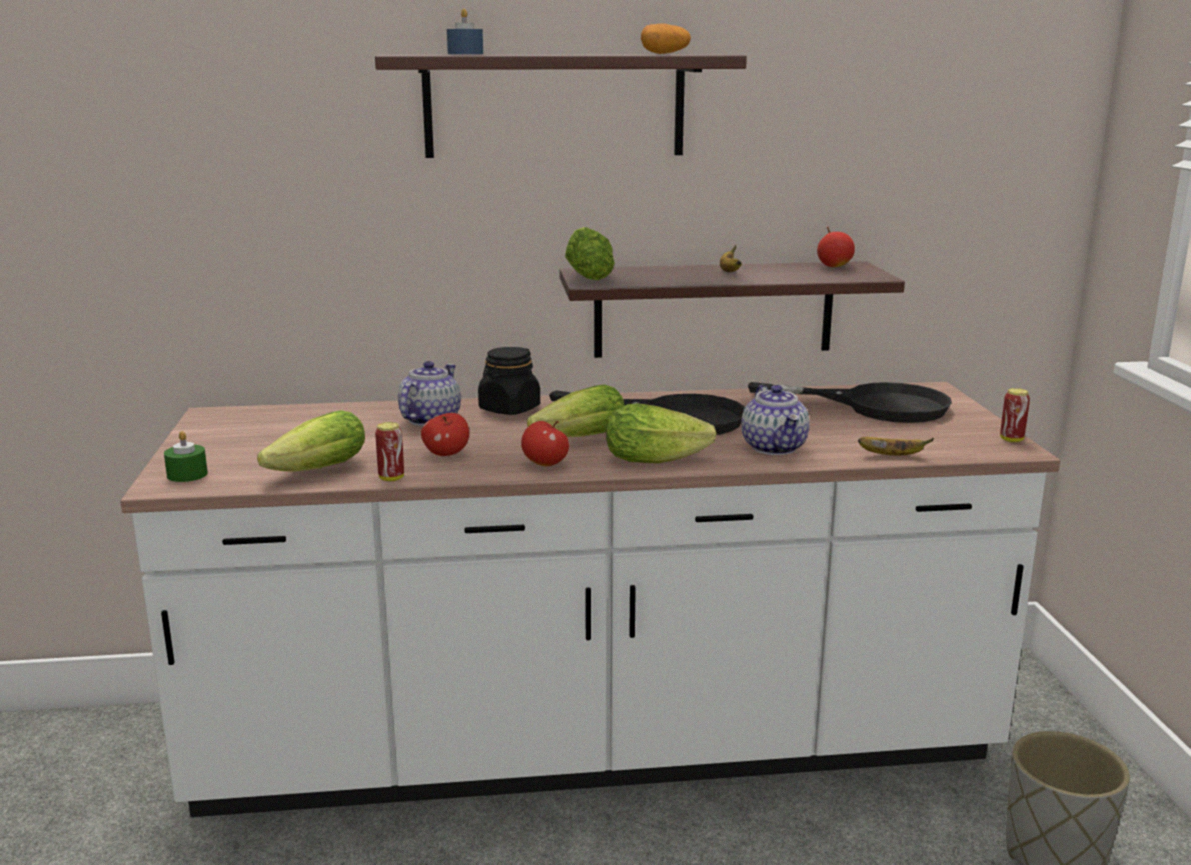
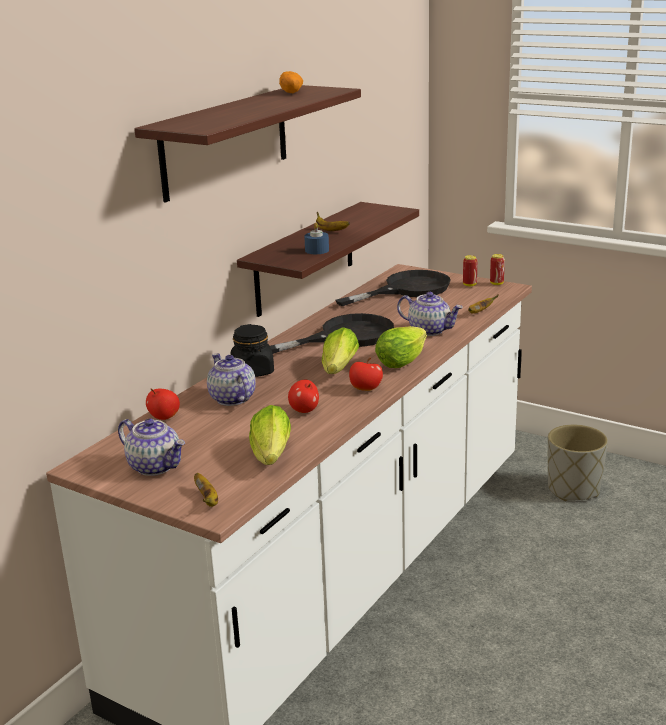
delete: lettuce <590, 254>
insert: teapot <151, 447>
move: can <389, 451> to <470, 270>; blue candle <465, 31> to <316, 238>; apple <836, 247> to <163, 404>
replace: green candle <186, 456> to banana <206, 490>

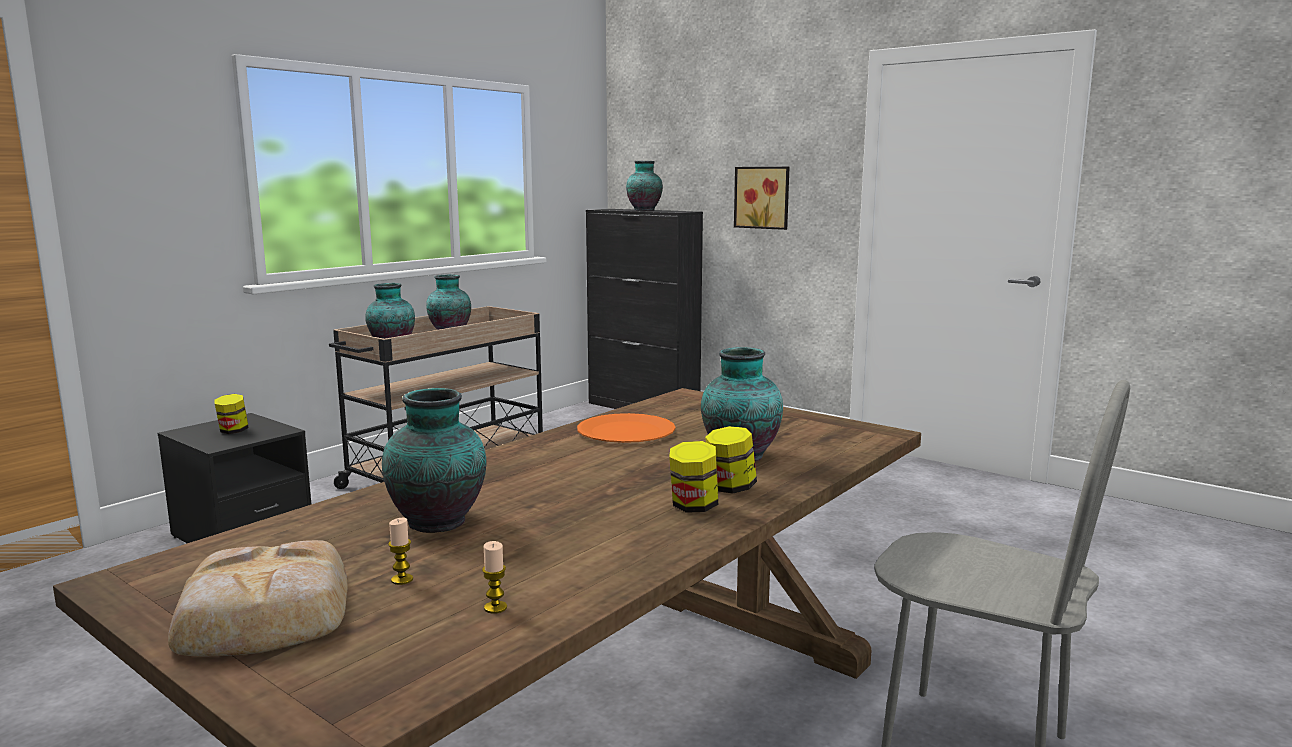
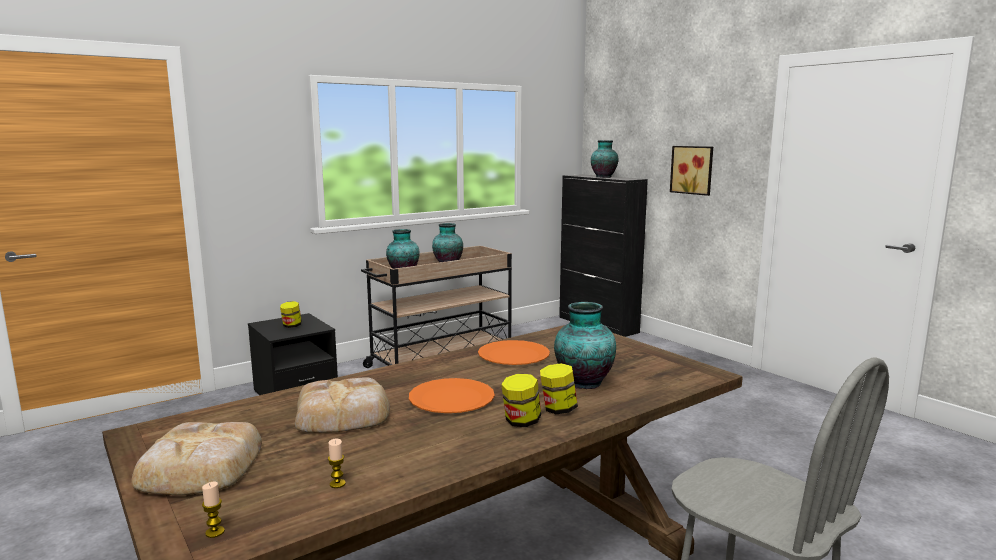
insert: orange plate <452, 395>
move: candle <400, 551> to <213, 510>
replace: vase <434, 460> to bread <342, 405>

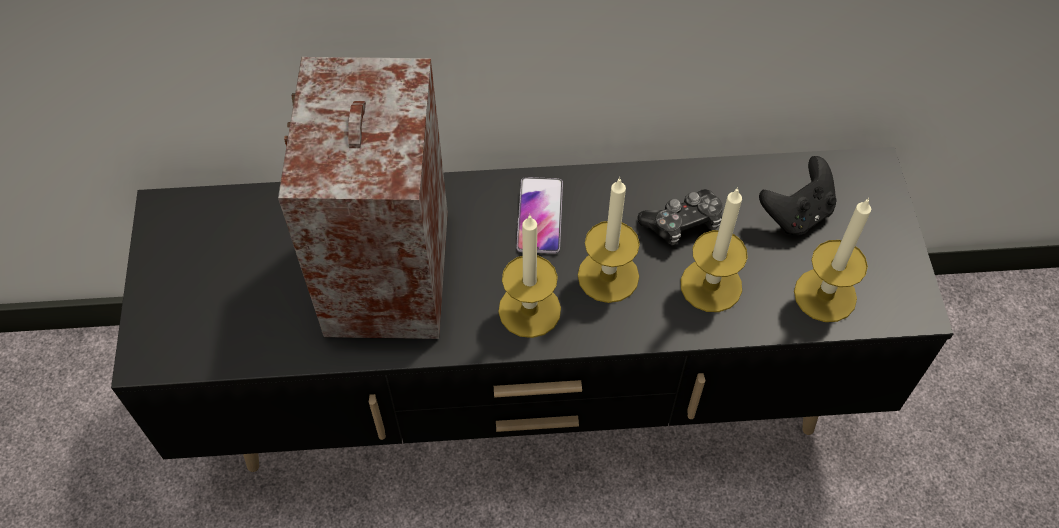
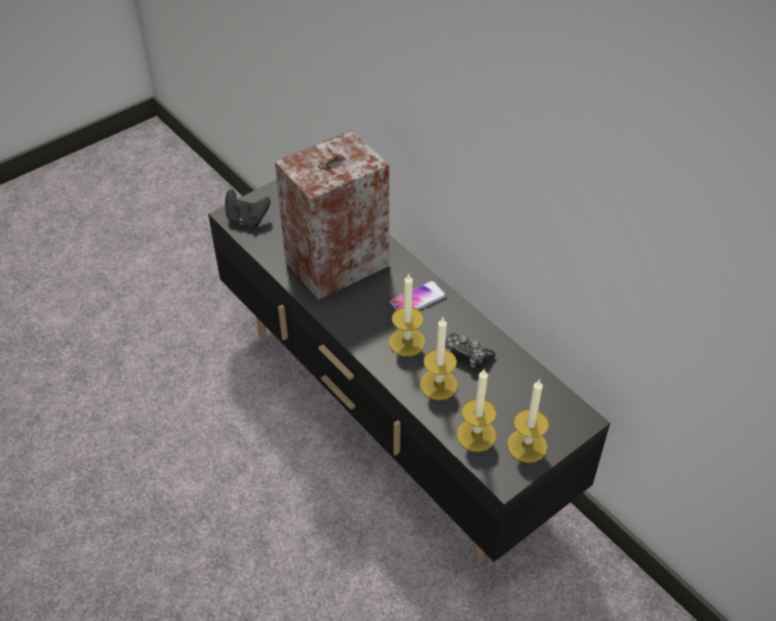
move: candle <529, 276> to <528, 421>; black game controller <798, 195> to <247, 207>

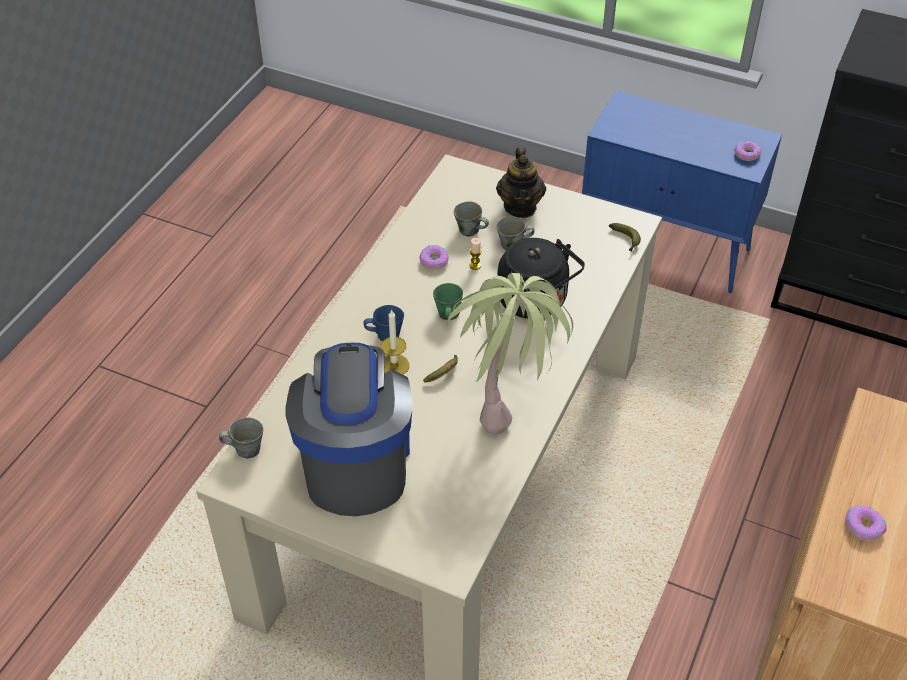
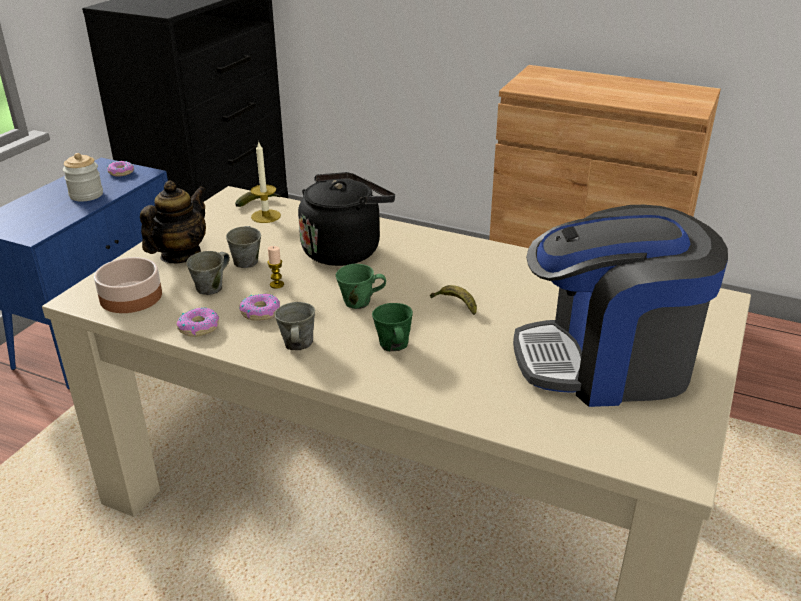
delete: potted plant <510, 353>
insert: jar <83, 177>; bowl <128, 285>
move: grey mug <241, 438> to <295, 326>; candle <395, 342> to <265, 182>; donut <865, 523> to <198, 322>
recolor: blue mug <383, 323> to green mug <392, 327>
rotate: teapot <521, 182> = <173, 221> 60 degrees counterclockwise

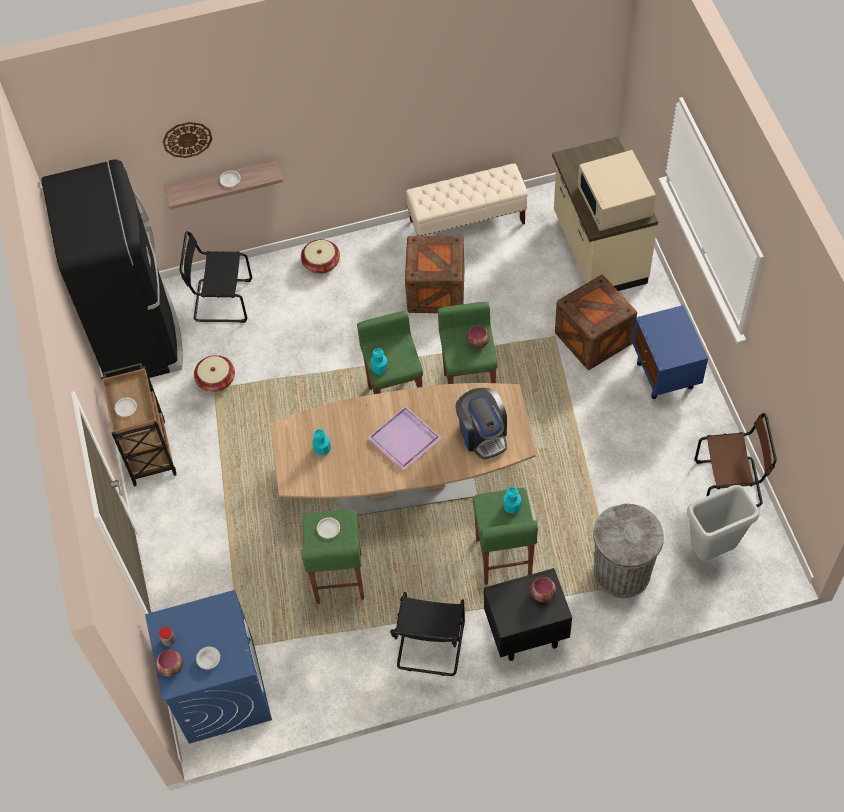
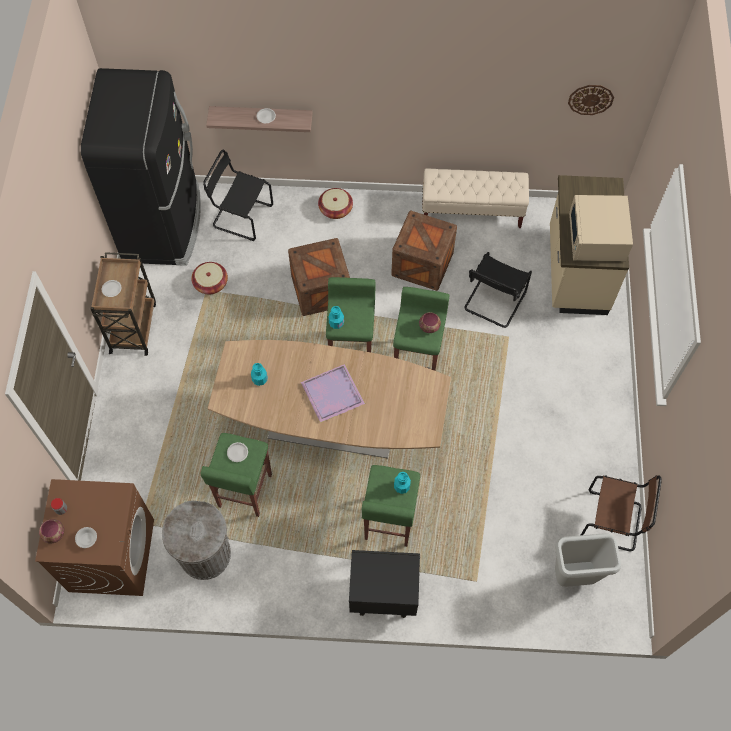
delete: coffee machine <481, 424>; bowl <543, 589>; blue nightstand <670, 352>
move: wall clock <187, 140> to <591, 100>; black chair <427, 634> to <498, 290>; crate <596, 322> to <319, 277>; grey trash can <628, 551> to <196, 540>
recolor: blue washing machine <208, 667> to brown washing machine <94, 537>

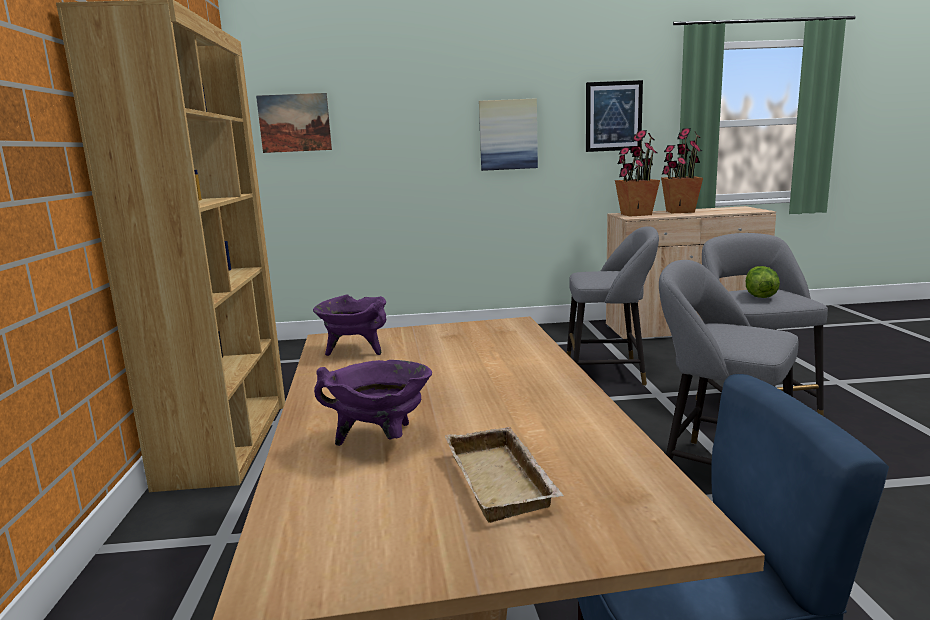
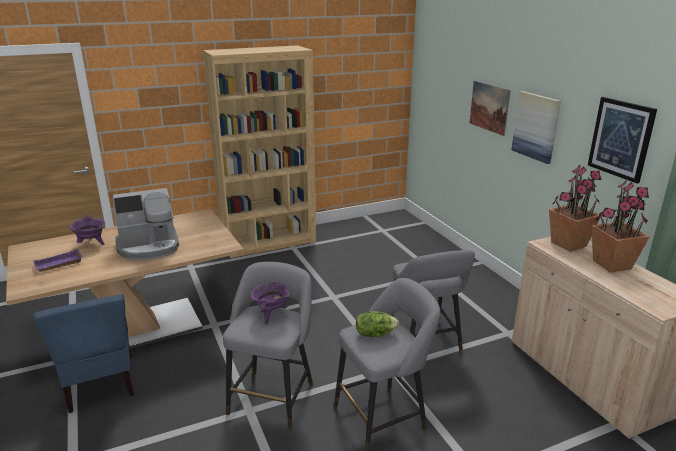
insert: coffee machine <146, 224>
move: picture <294, 123> to <490, 108>; purple cooking pot <350, 325> to <270, 303>
recolor: beige tray <504, 475> to purple tray <57, 260>

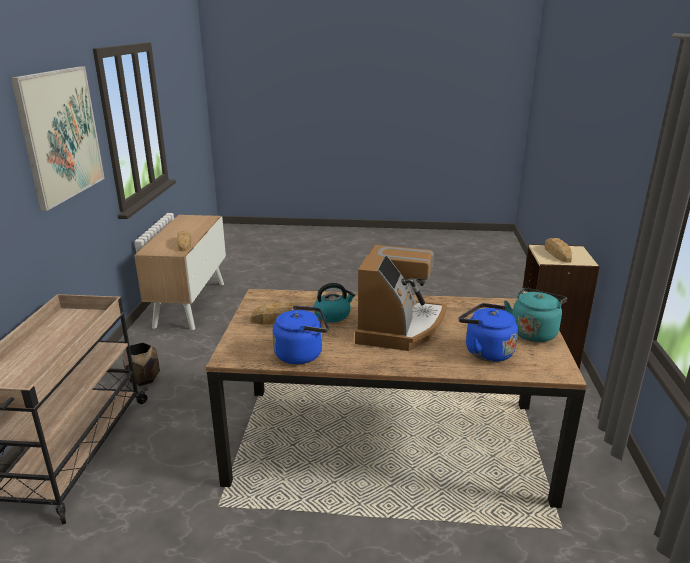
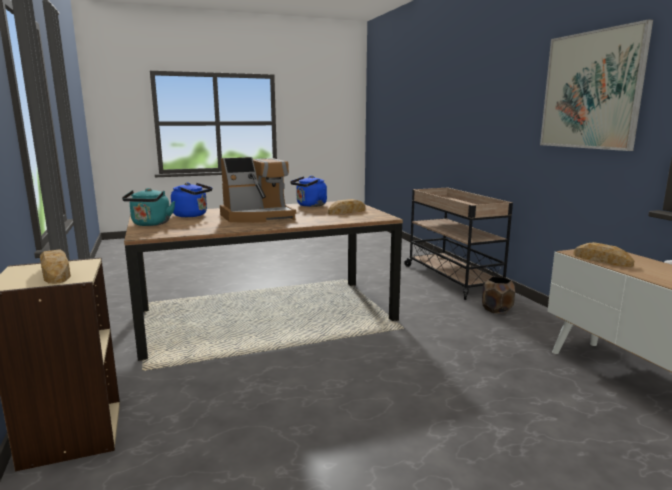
delete: kettle <334, 302>
rotate: coffee machine <401, 298> = <258, 190> 105 degrees counterclockwise

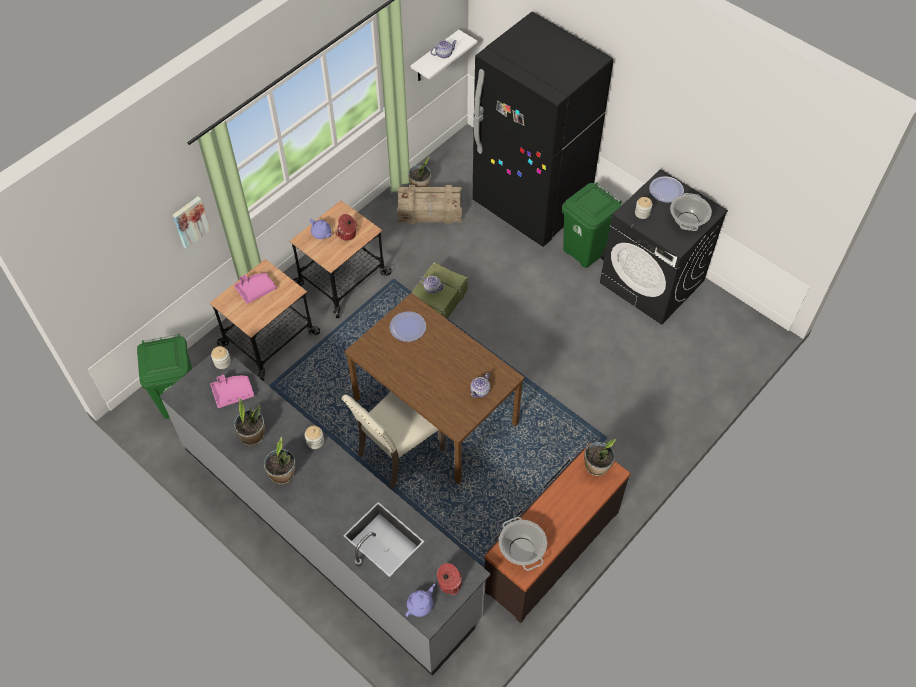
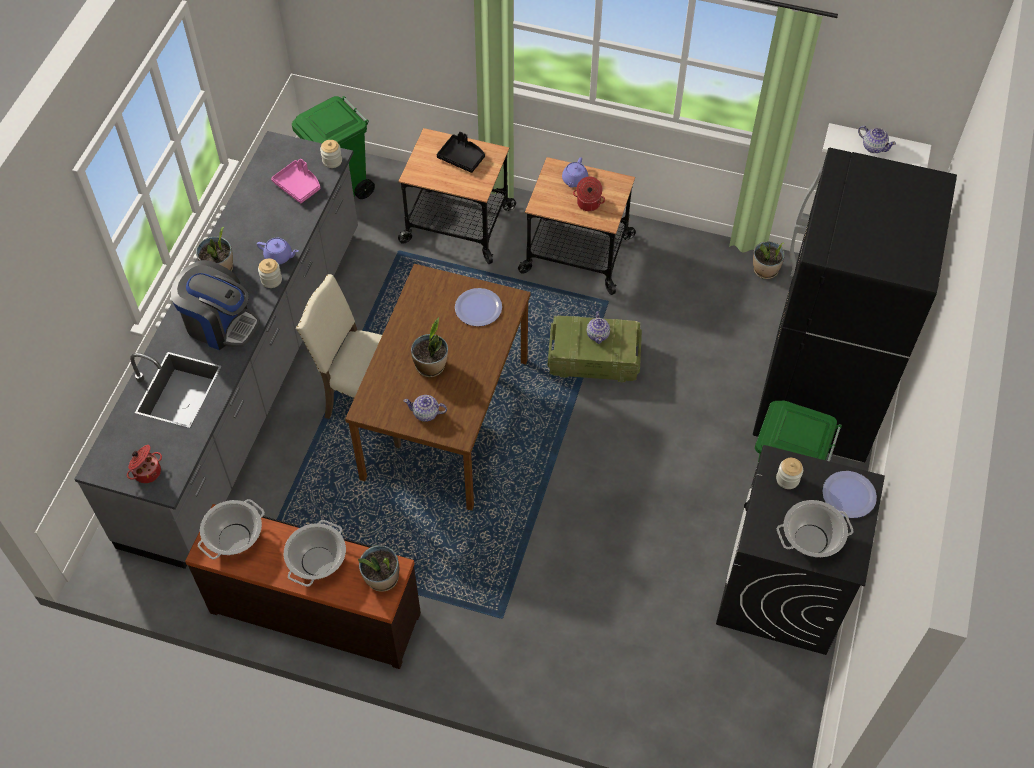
delete: picture <192, 222>; crate <429, 204>
insert: coffee machine <215, 305>; cooking pot <315, 553>
move: potted plant <249, 421> to <429, 347>; purple teapot <420, 600> to <278, 251>
recolor: pink tray <255, 288> to black tray <461, 152>

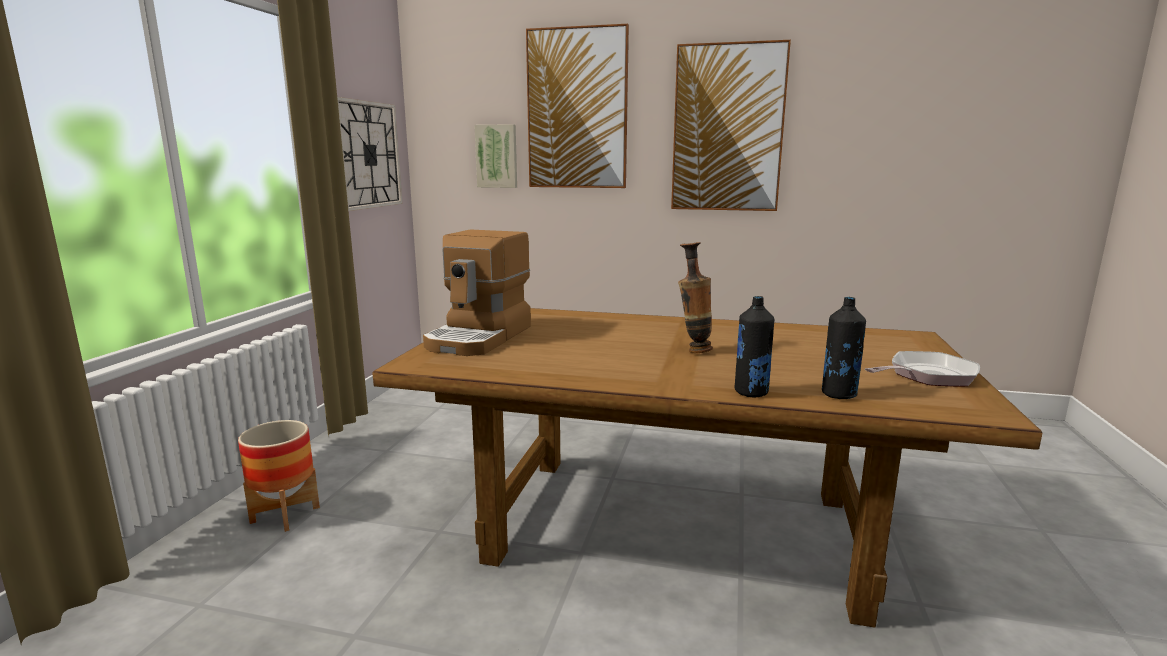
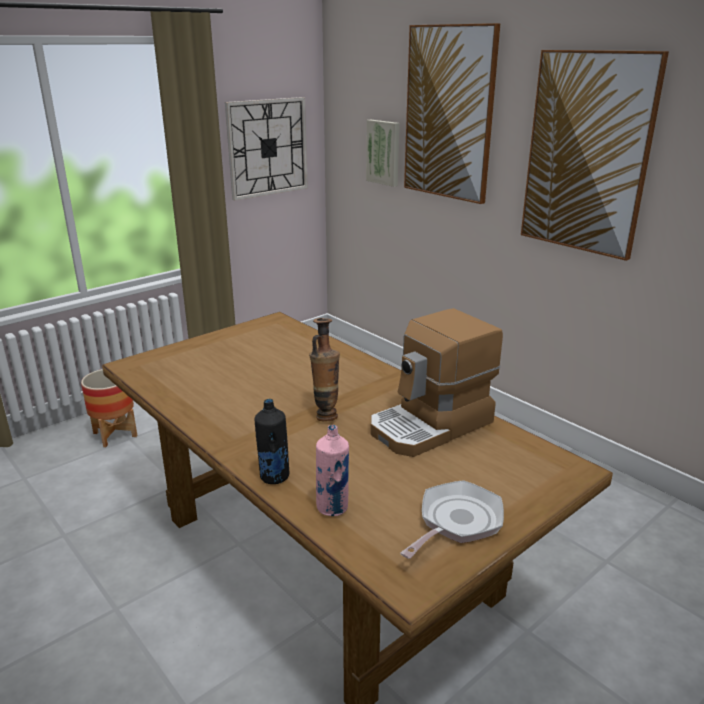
move: coffee machine <477, 293> to <437, 382>
recolor: black bottle <844, 348> to pink bottle <332, 470>
rotate: frying pan <922, 368> = <452, 519> 60 degrees counterclockwise

